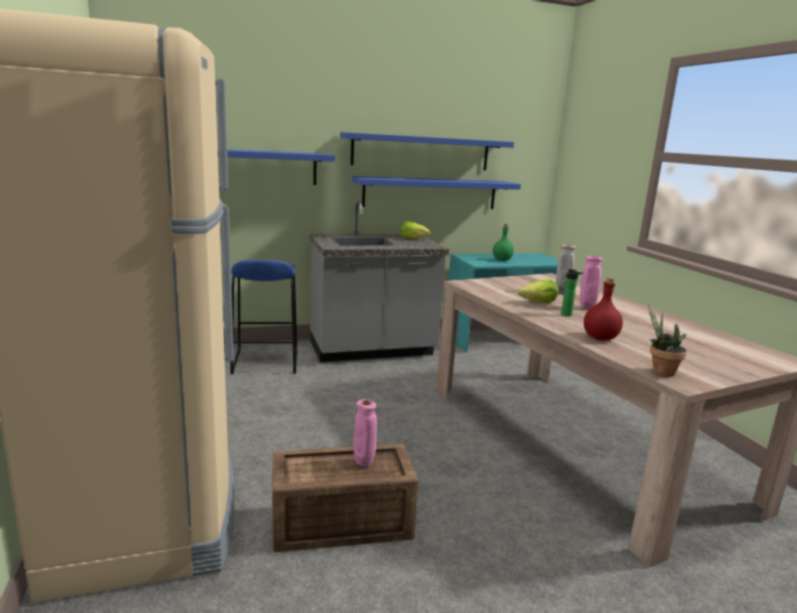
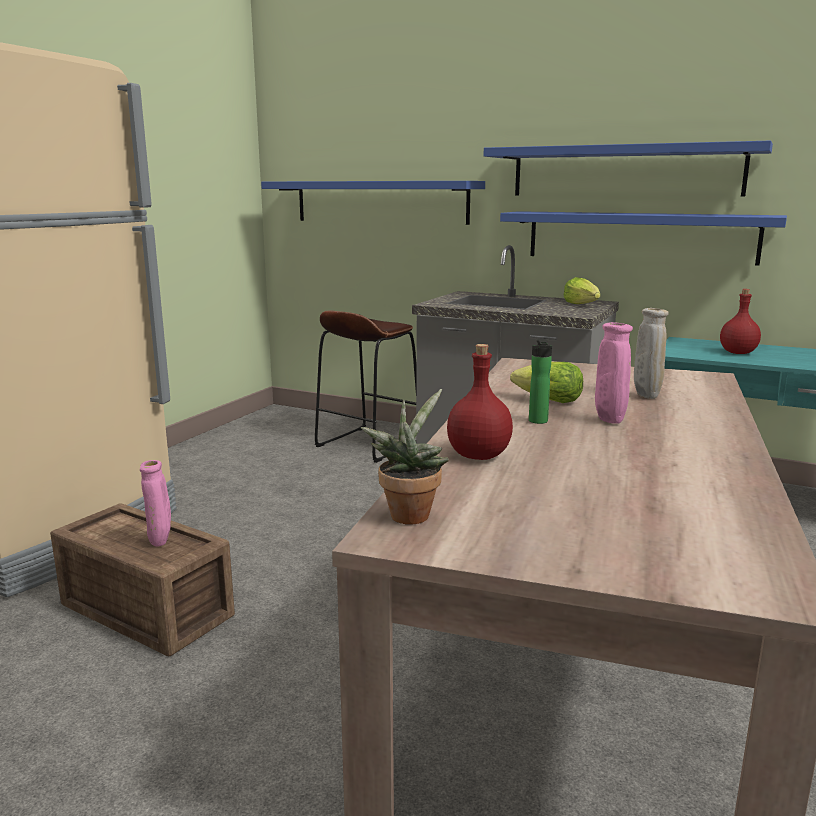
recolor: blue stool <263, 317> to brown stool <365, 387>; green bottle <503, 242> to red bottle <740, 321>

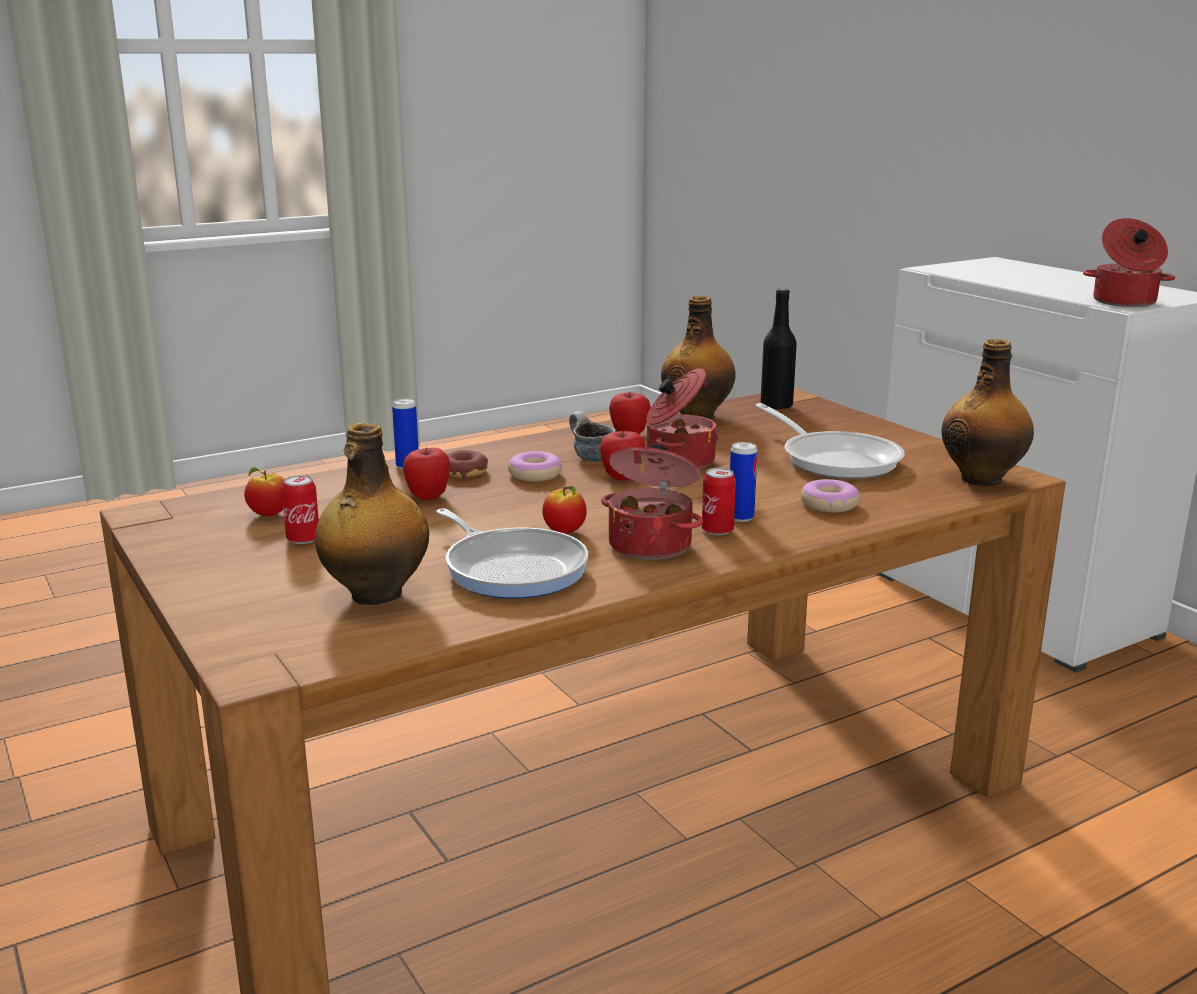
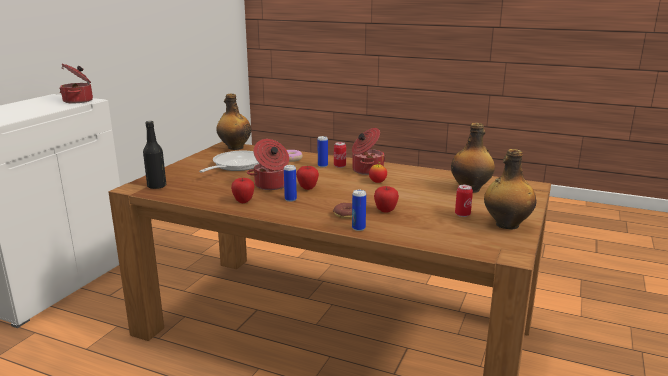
delete: apple <264, 491>; frying pan <512, 553>; donut <535, 466>
move: bottle <698, 357> to <510, 189>
replace: mug <592, 436> to can <290, 183>

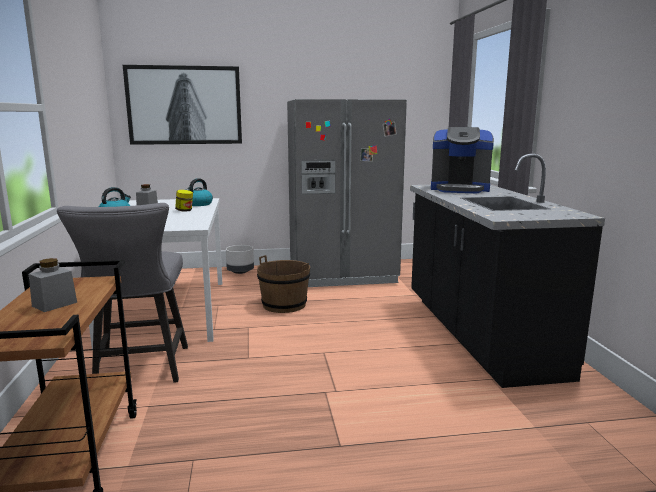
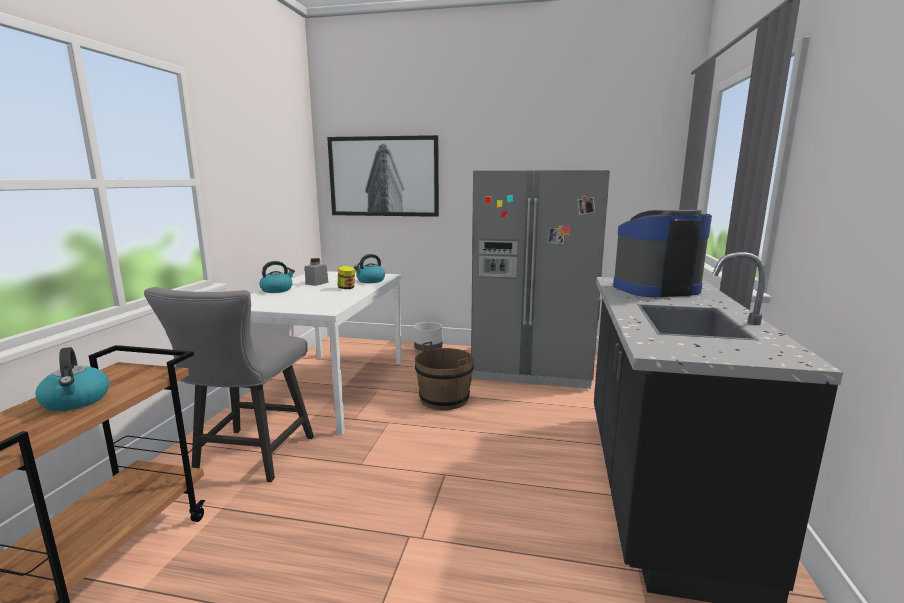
replace: grey jar <53, 285> to kettle <72, 379>
rotate: coffee machine <462, 160> = <662, 253> 135 degrees clockwise

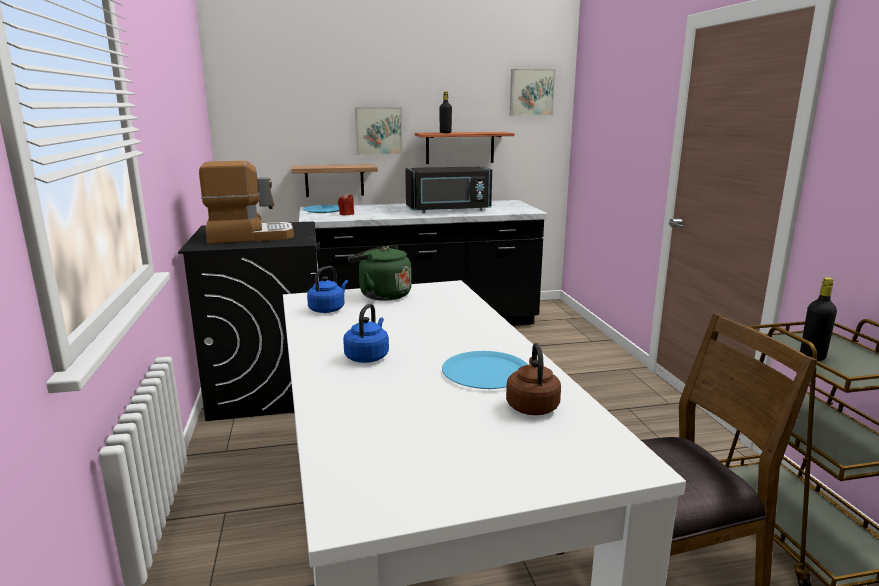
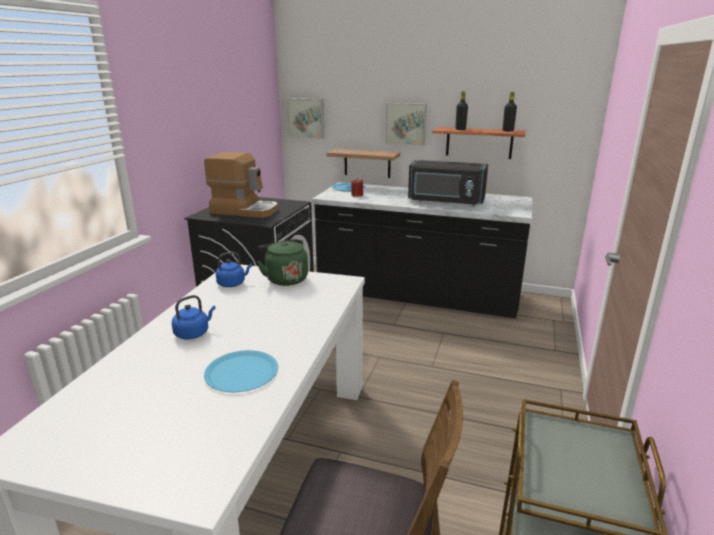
delete: brown kettle <533, 379>
move: picture <533, 92> to <305, 118>; black bottle <818, 319> to <510, 111>

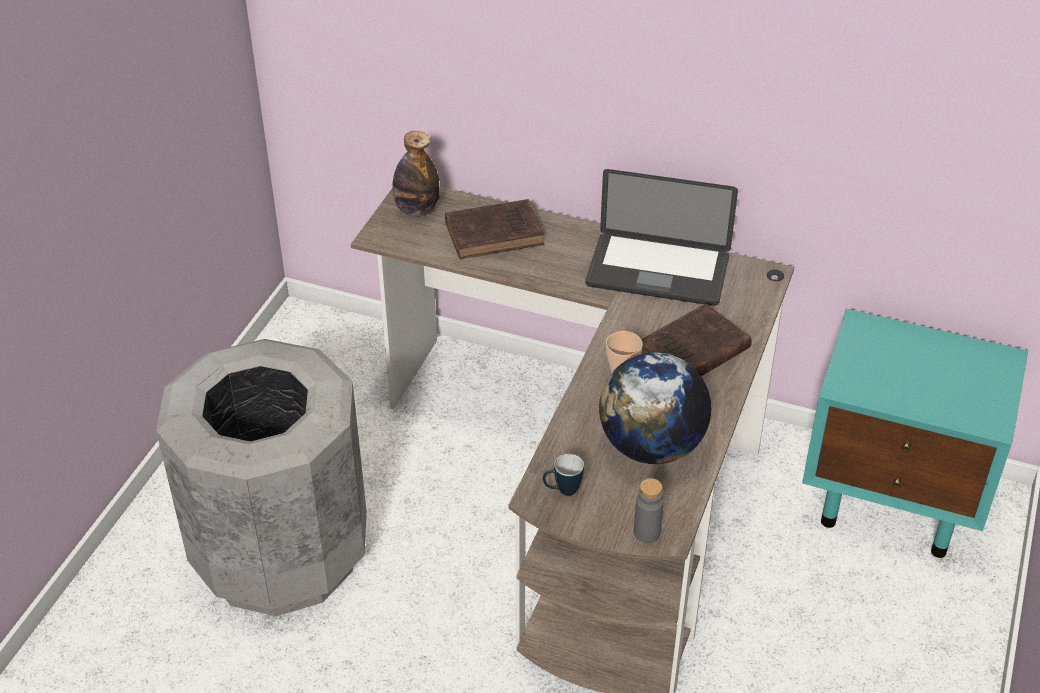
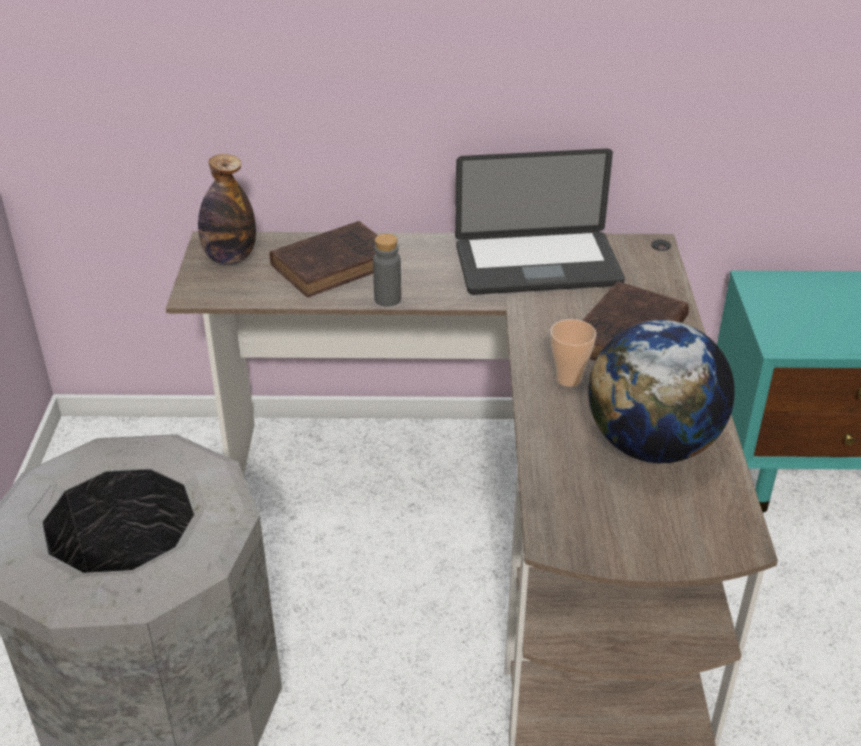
delete: mug <563, 475>
move: grey bottle <649, 510> to <387, 270>

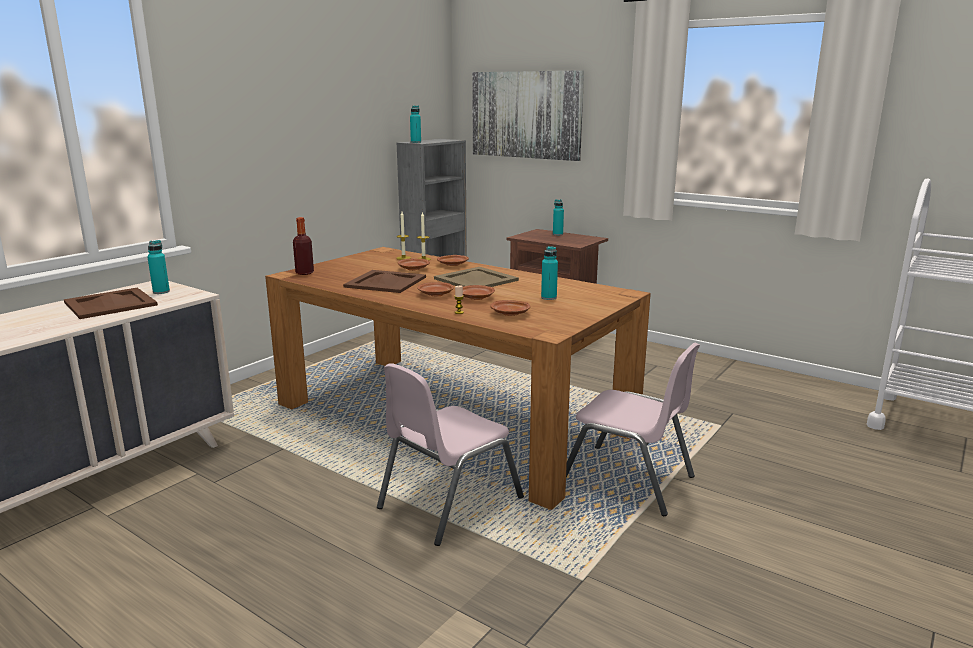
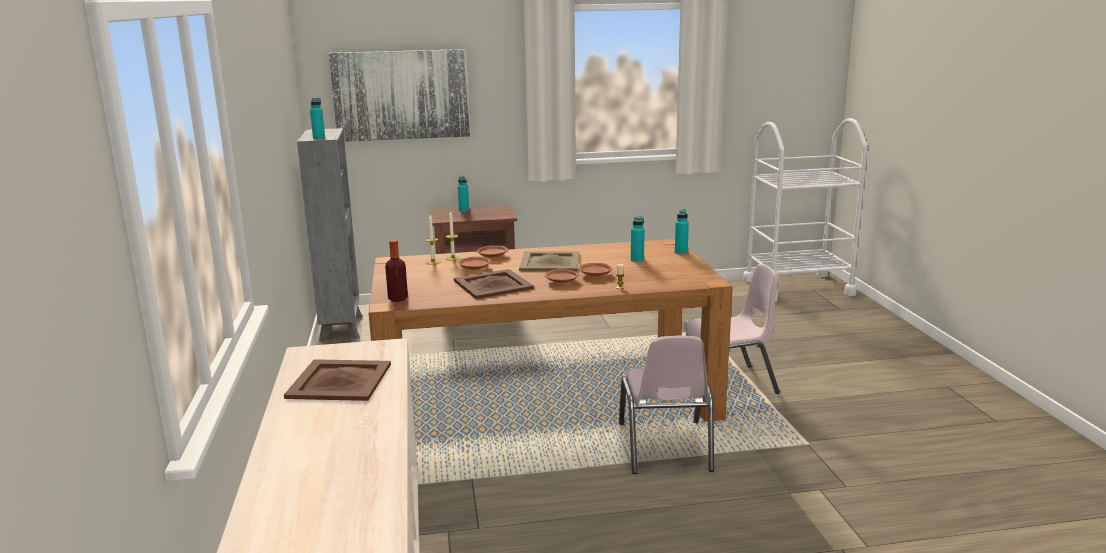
delete: brown plate <510, 308>
move: turquoise bottle <158, 267> to <682, 231>

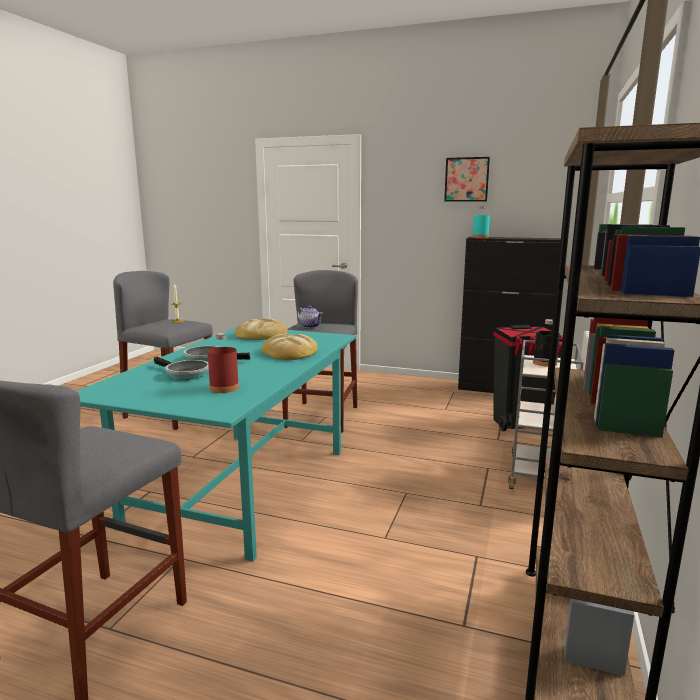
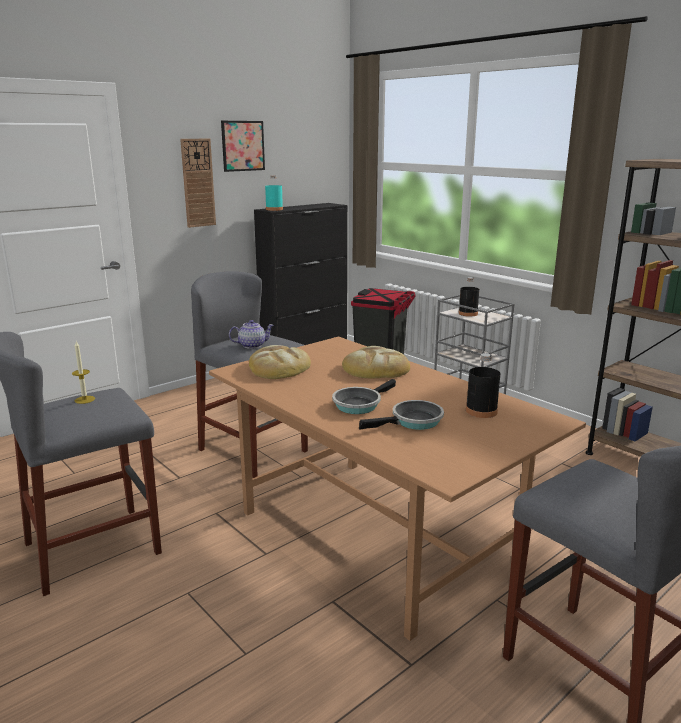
insert: wall clock <198, 183>
recolor: turquoise dining table <216, 444> to brown dining table <397, 488>; red bottle <223, 363> to black bottle <483, 385>

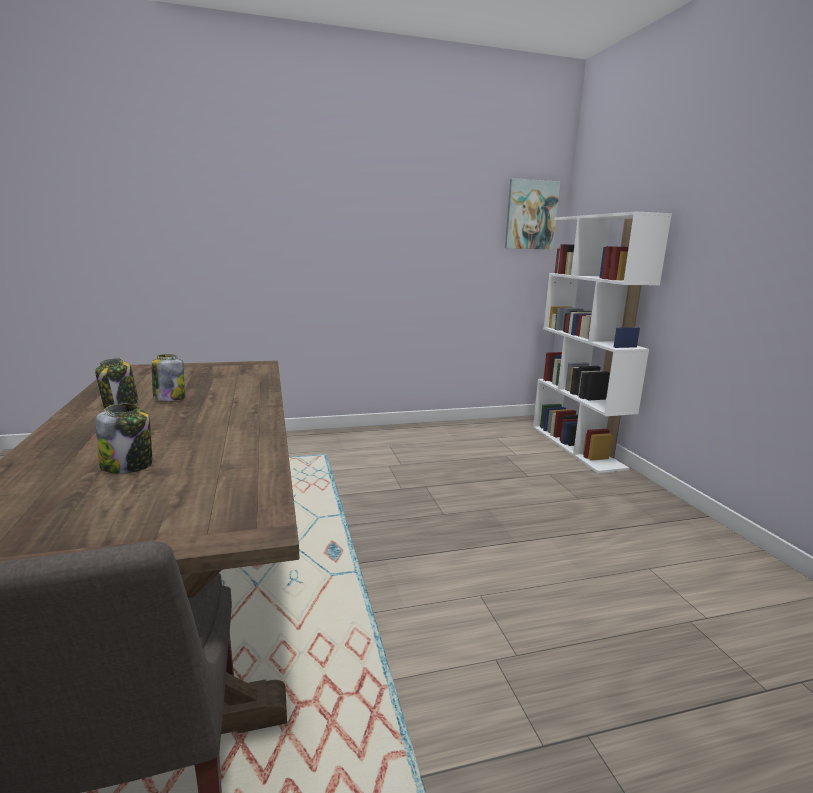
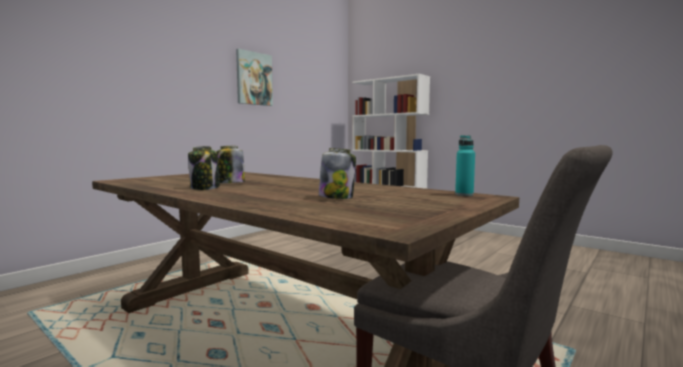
insert: turquoise bottle <465, 165>
move: picture <532, 214> to <254, 77>

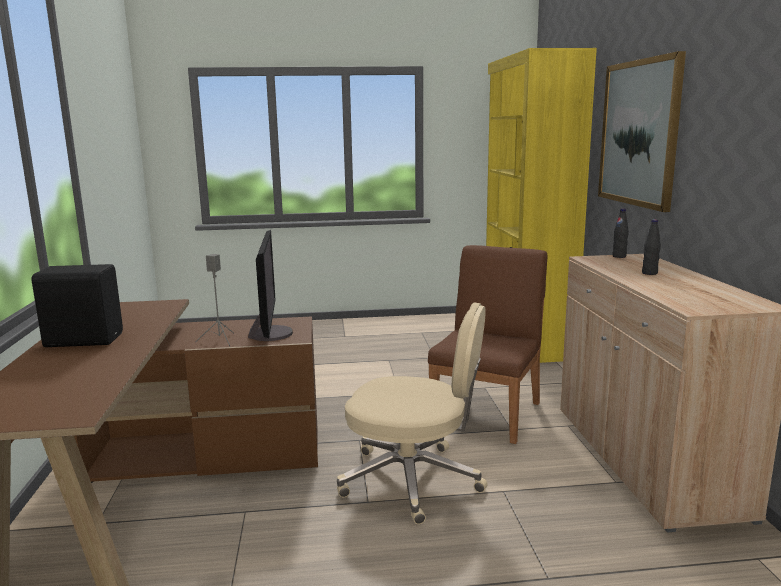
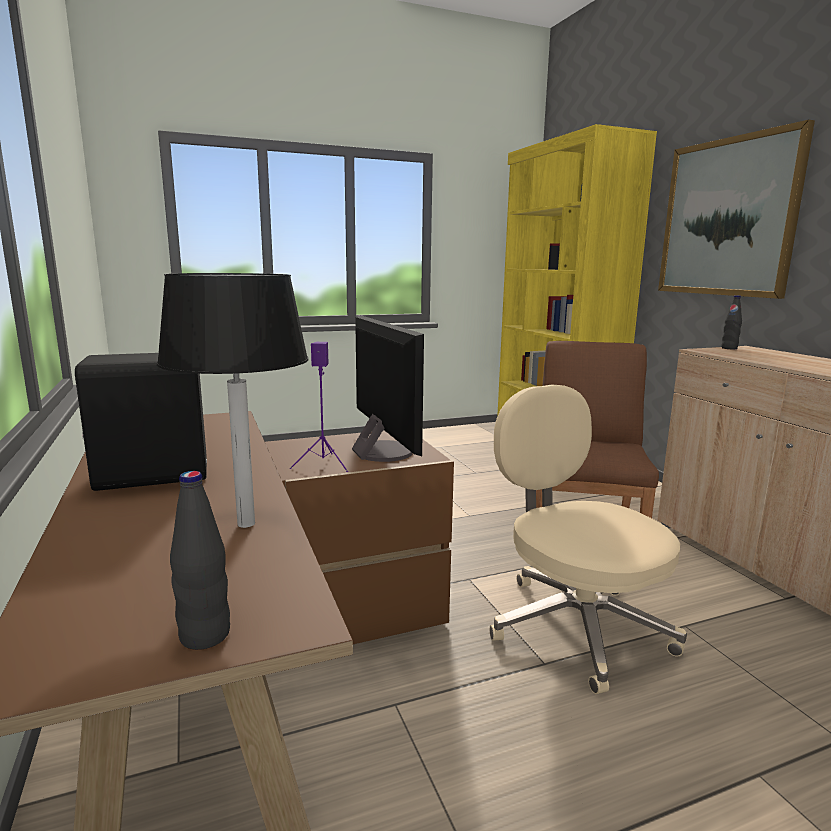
insert: black table lamp <232, 400>
move: black bottle <651, 247> to <200, 560>
recolor: grey speaker <214, 300> to purple speaker <319, 407>
rotate: beige office chair <412, 413> = <588, 539> 120 degrees counterclockwise

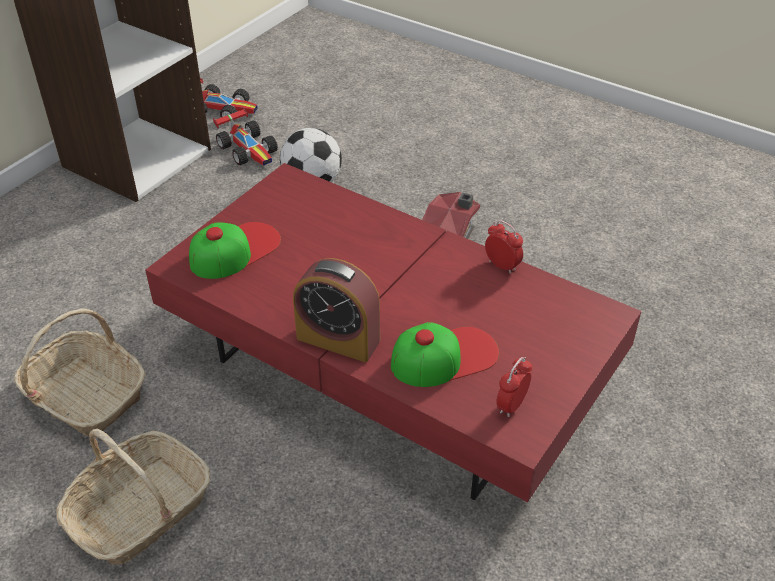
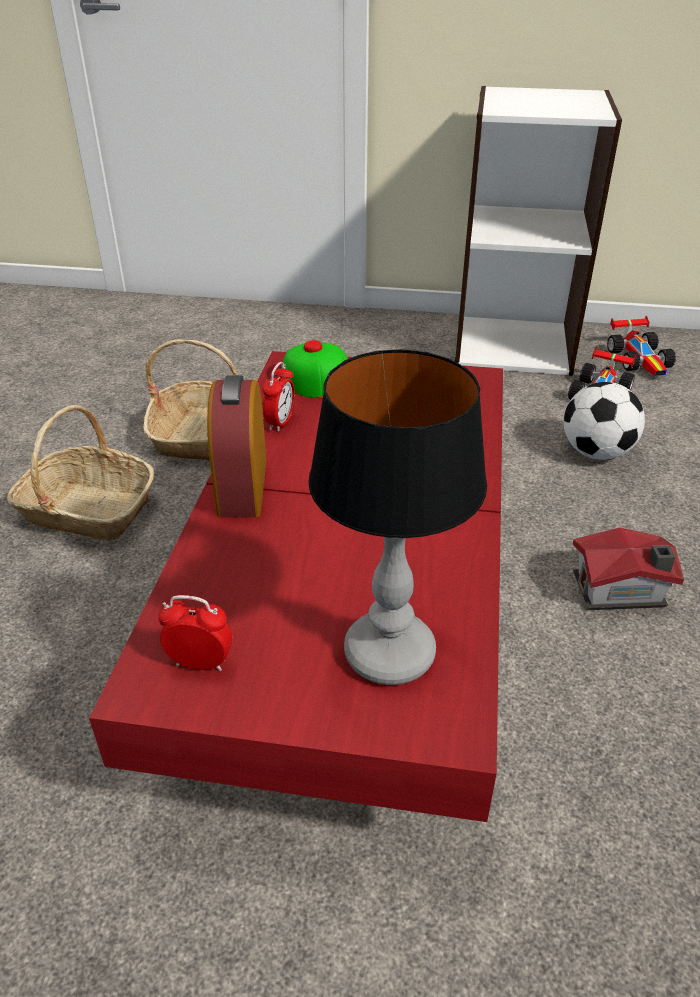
delete: cap <445, 354>
insert: table lamp <397, 517>
move: alarm clock <504, 247> to <278, 397>

